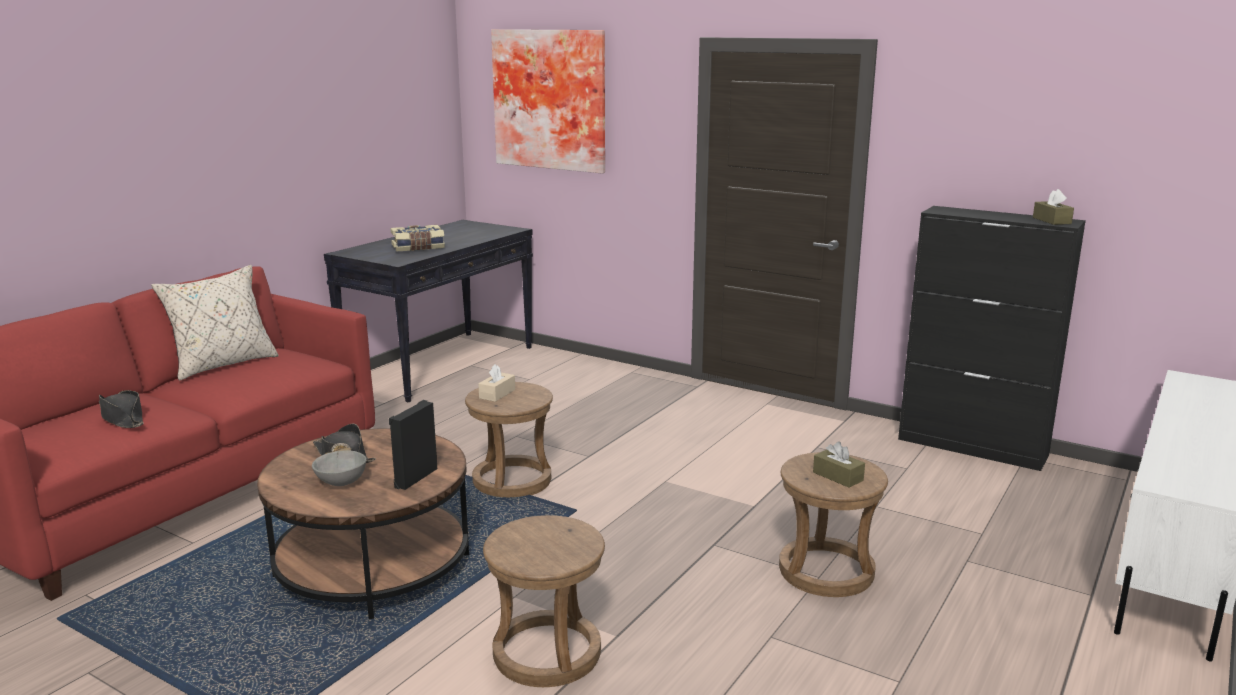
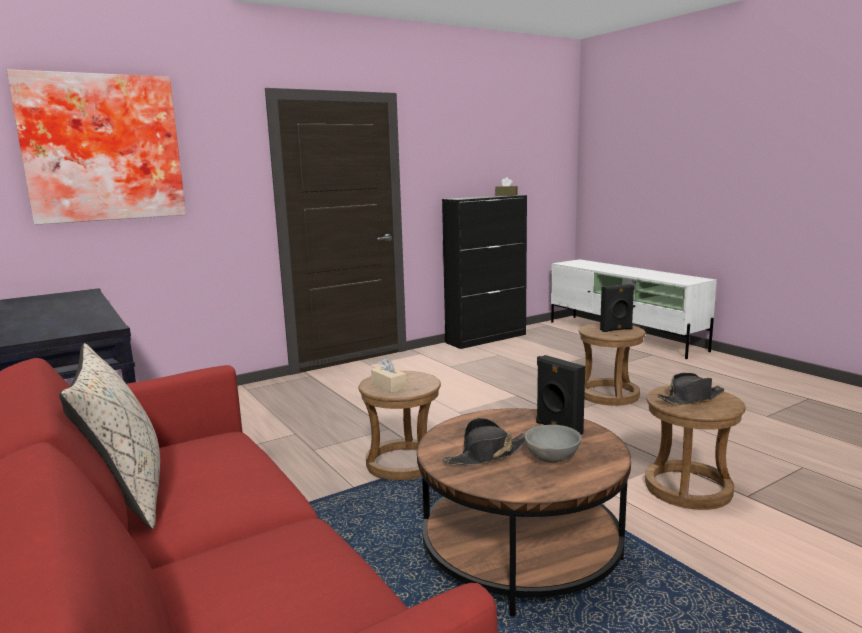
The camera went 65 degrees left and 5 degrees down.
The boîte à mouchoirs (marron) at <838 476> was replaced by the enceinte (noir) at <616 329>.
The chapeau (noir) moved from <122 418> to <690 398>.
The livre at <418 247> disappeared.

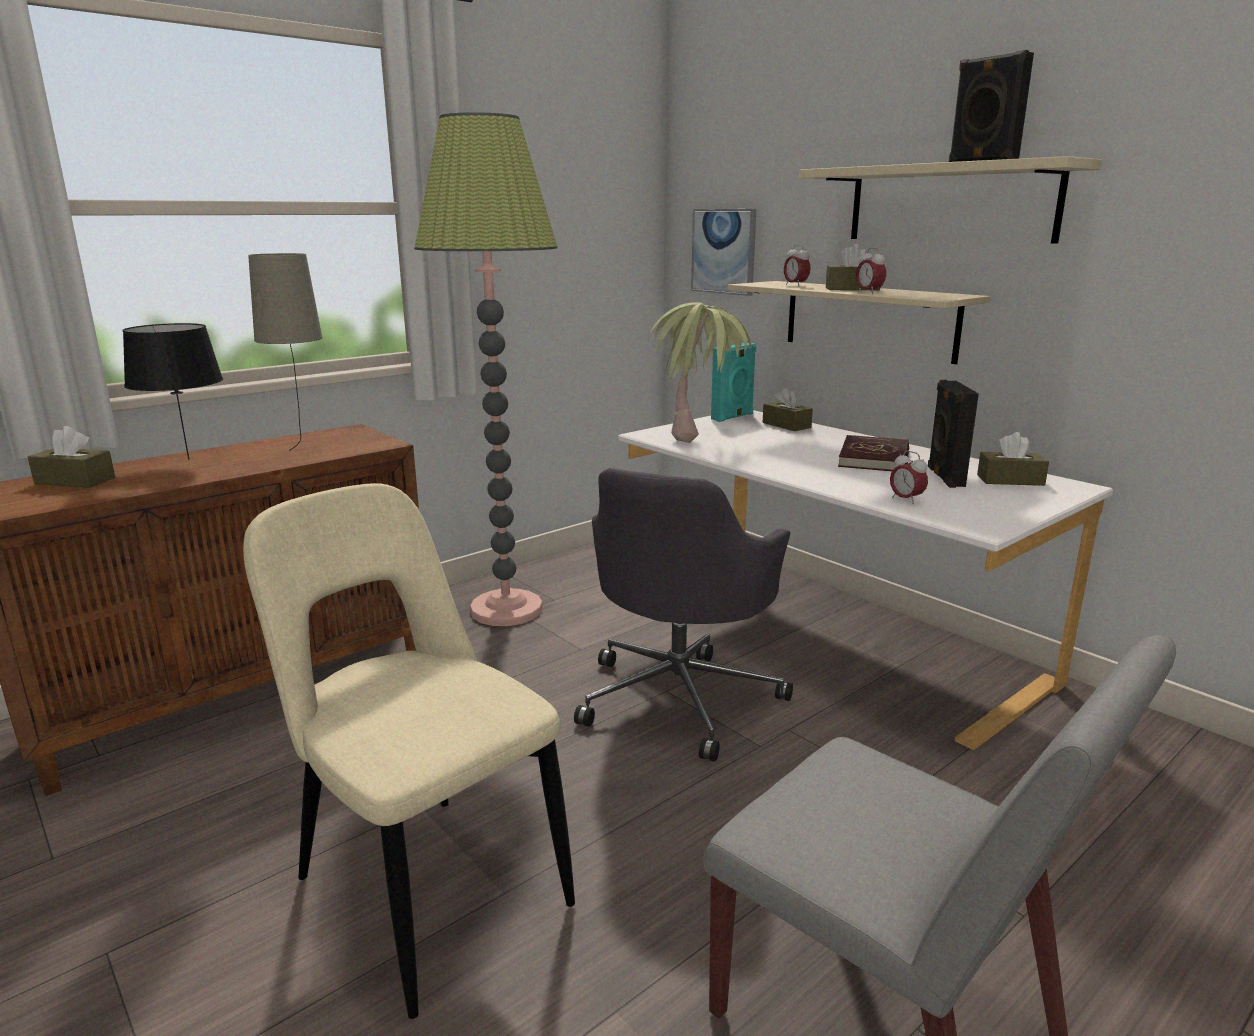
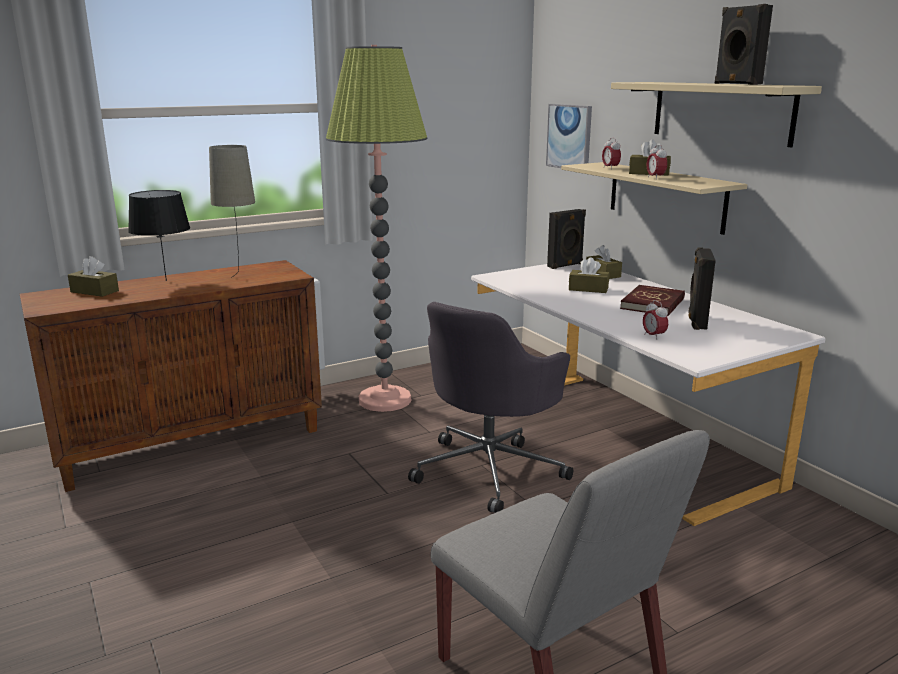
The camera went 10 degrees right and 0 degrees up.
The enceinte (turquoise) at <733 417> became the enceinte (noir) at <566 265>.
The boîte à mouchoirs (marron) moved from <1010 480> to <588 289>.
The chaise (beige) at <425 885> disappeared.
The plante en pot at <698 435> disappeared.

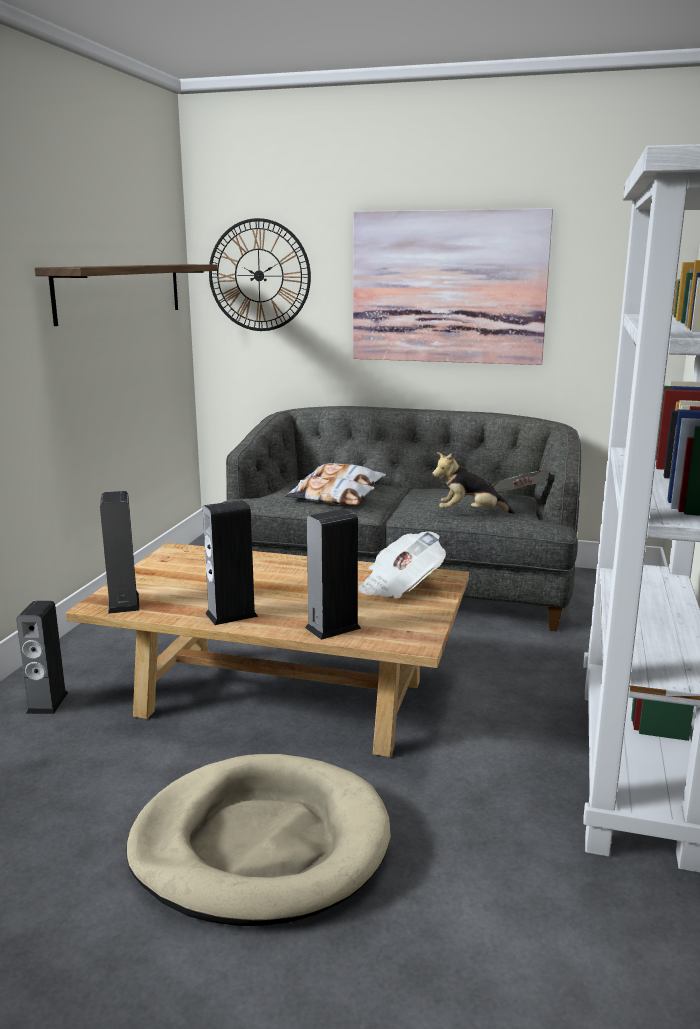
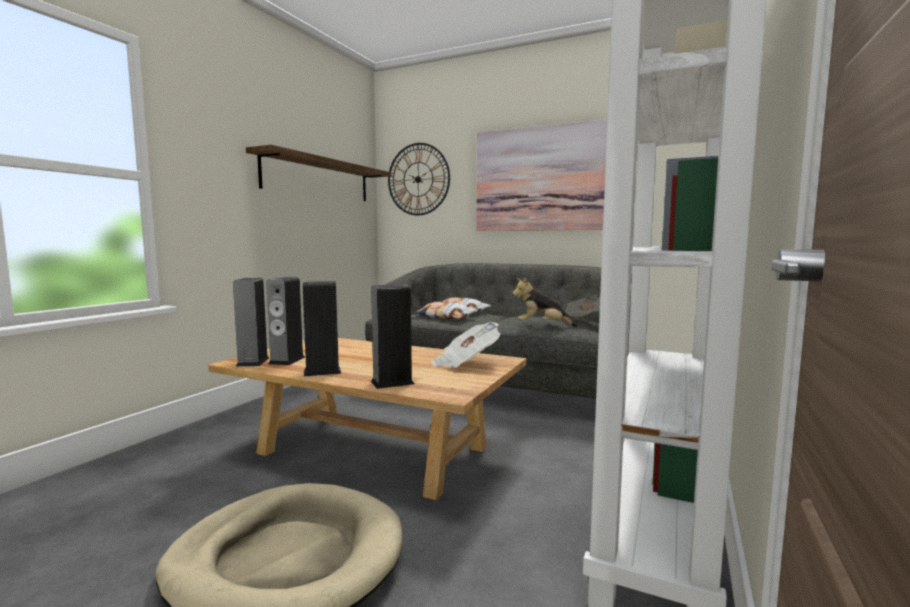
The camera went 10 degrees right and 10 degrees down.
The enceinte moved from <47 703> to <287 360>.

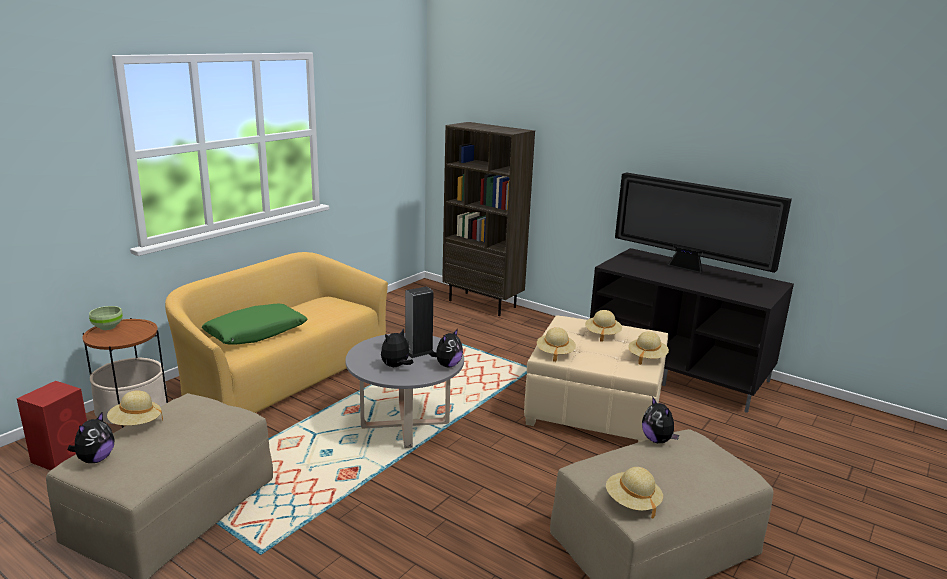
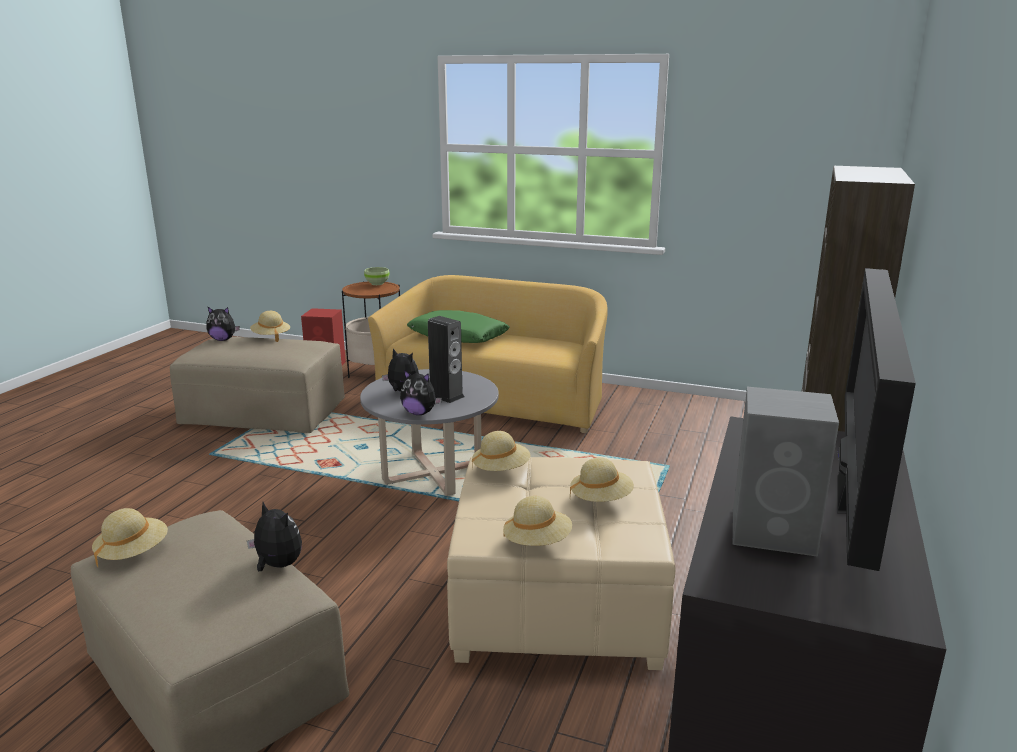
The camera went 75 degrees right and 0 degrees up.
The peluche at <657 440> turned 75 degrees clockwise.
The enceinte (gris) at <775 532> appeared.

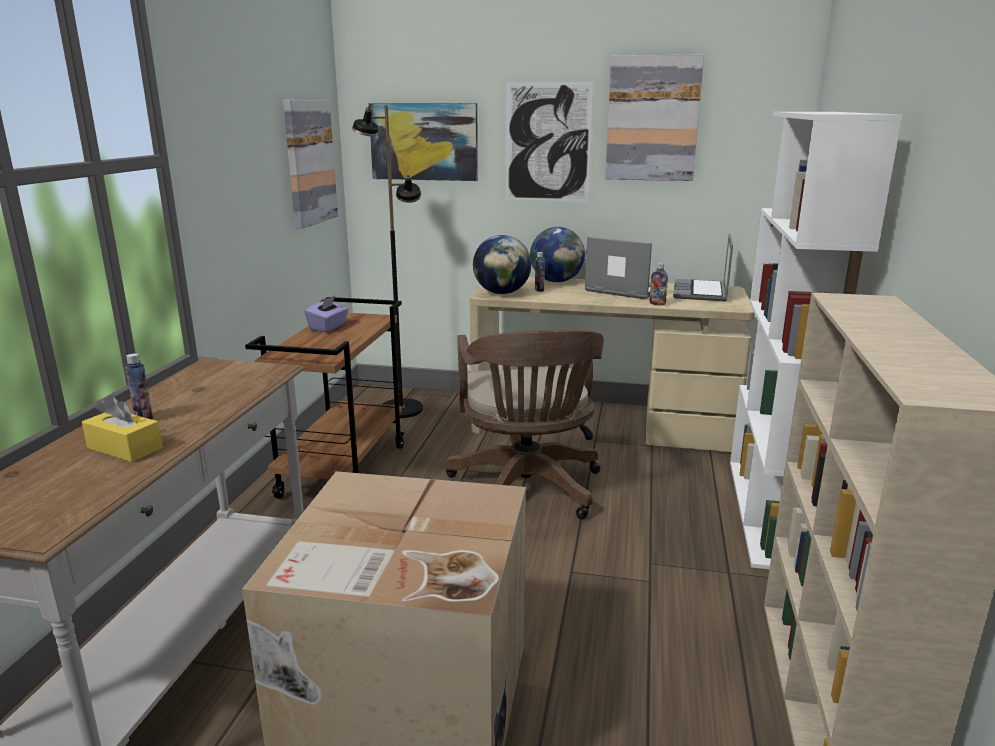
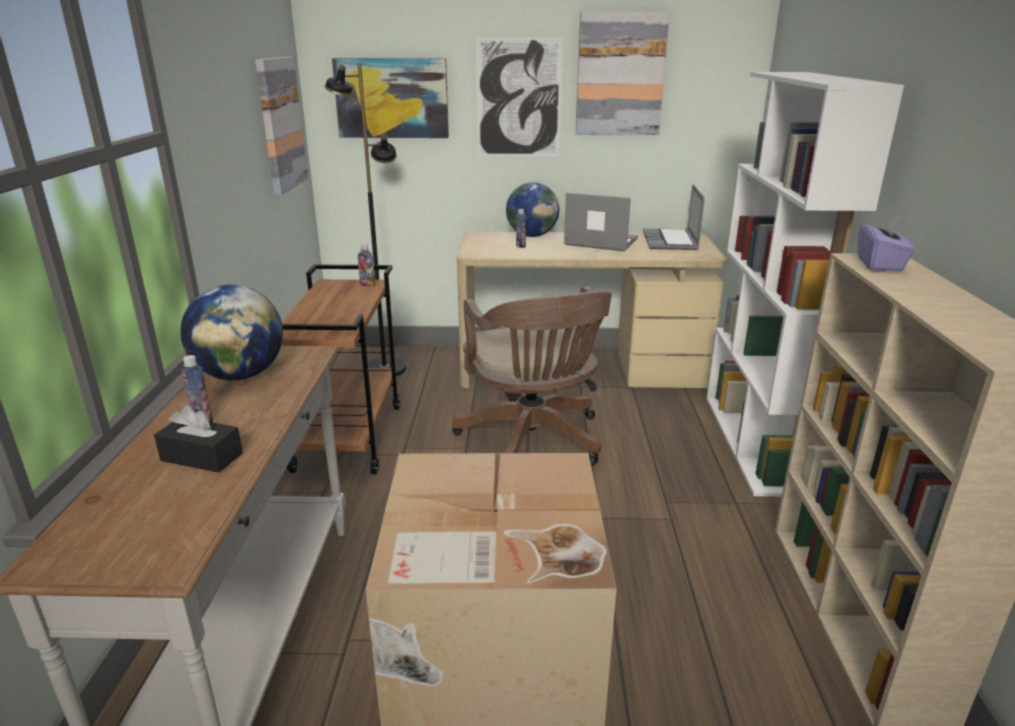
The camera went 10 degrees left and 5 degrees up.
The boîte à mouchoirs (jaune) at <125 448> became the boîte à mouchoirs (noir) at <202 457>.
The globe moved from <502 293> to <240 375>.
The bouteille moved from <657 304> to <367 285>.
The boîte à mouchoirs (violet) moved from <328 327> to <880 264>.

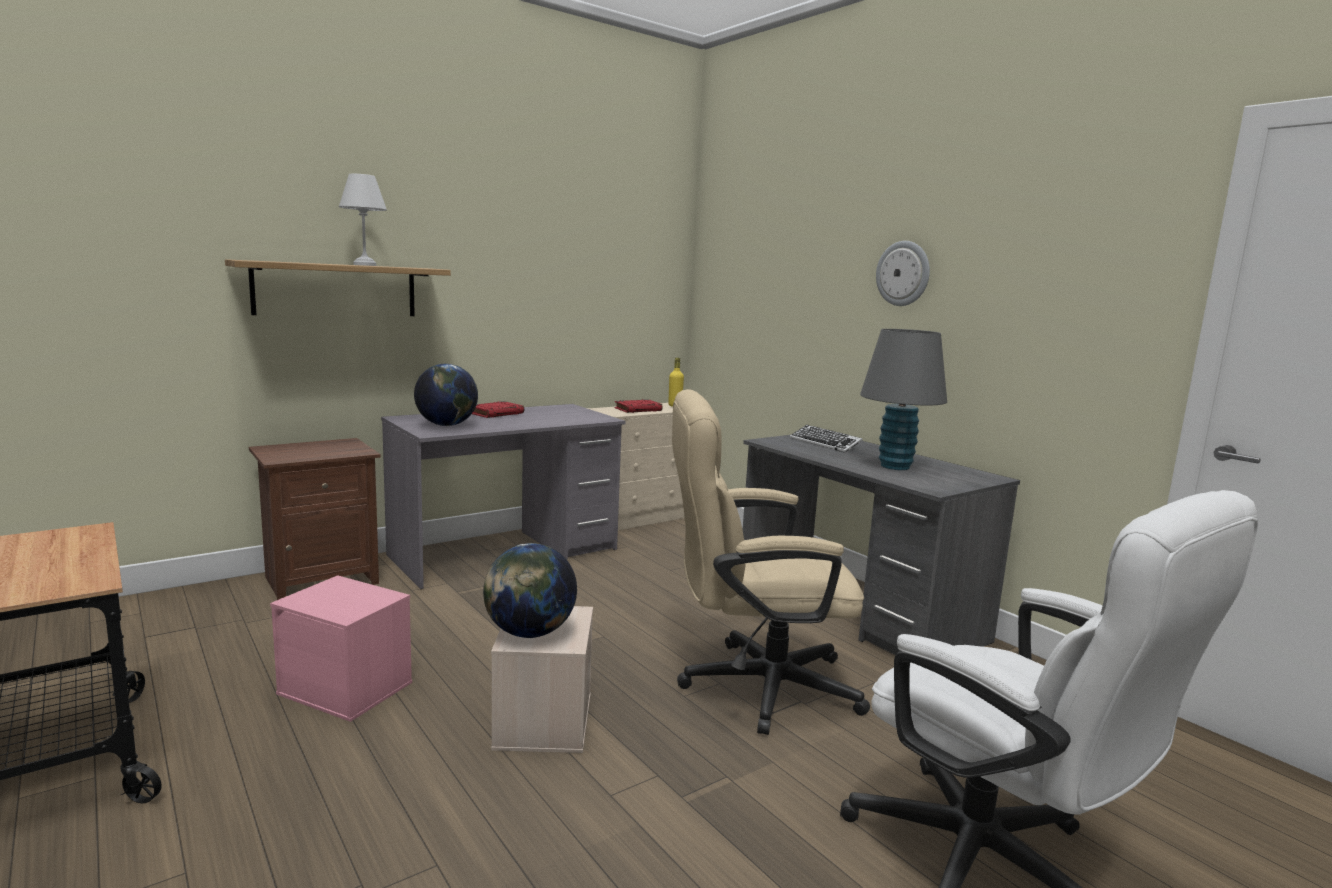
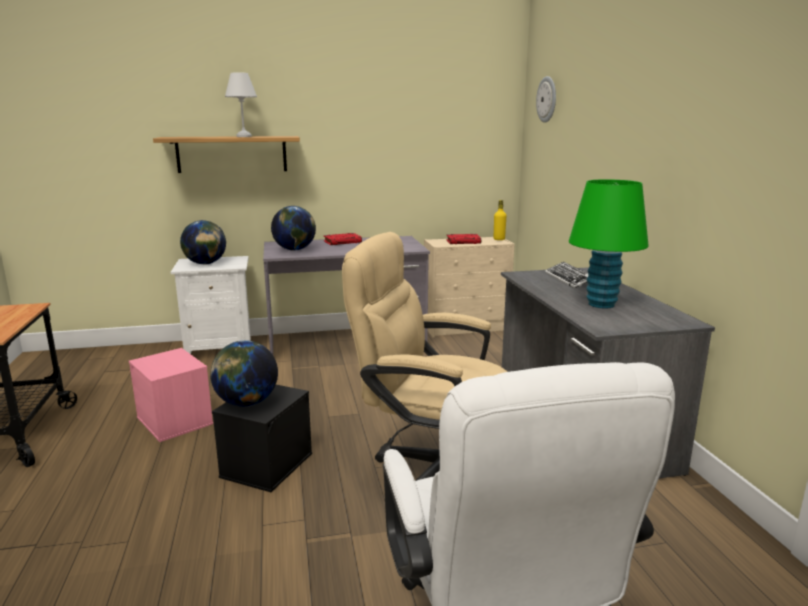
The camera went 25 degrees right and 5 degrees up.
The table de chevet (marron) at <320 580> became the table de chevet (blanc) at <220 348>.
The globe at <205 264> appeared.
The boîte de rangement (beige) at <542 719> became the boîte de rangement (noir) at <266 464>.
The horloge murale moved from <903 273> to <547 99>.
The lampe de table (gris) at <895 466> became the lampe de table (vert) at <601 304>.

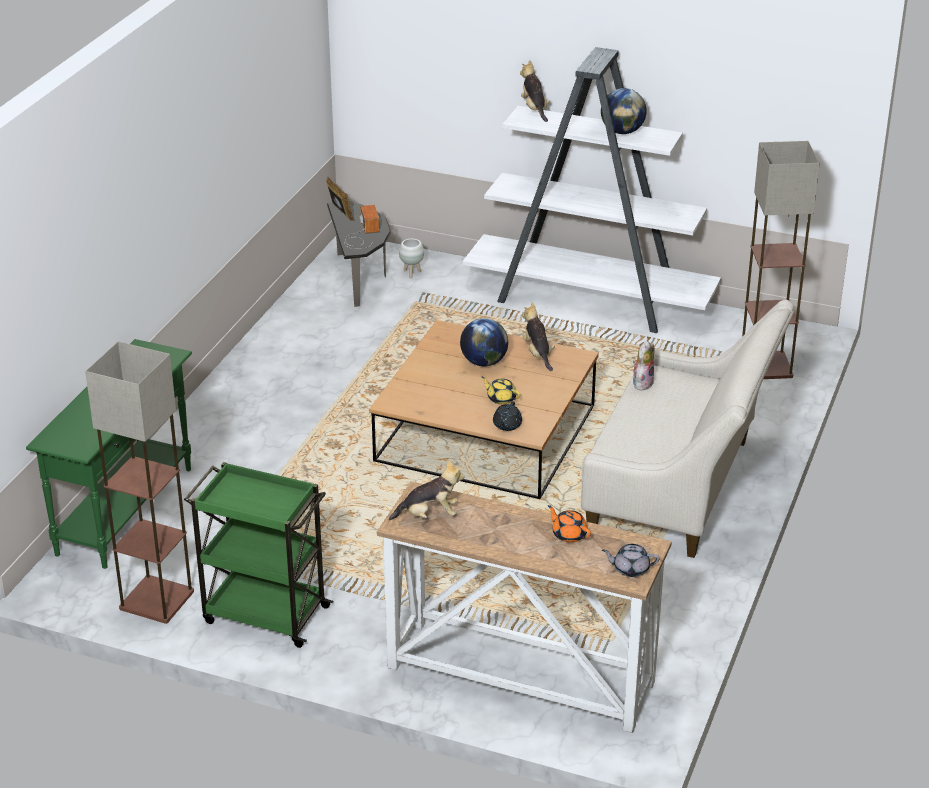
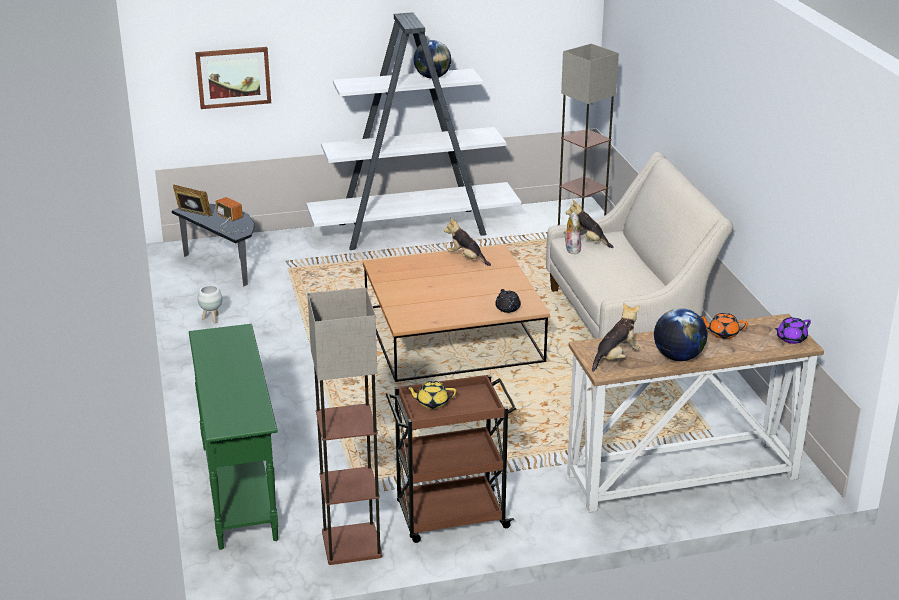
The camera went 35 degrees left and 5 degrees down.
The tableau at <233 77> appeared.
The cache-pot (blanc) moved from <411 273> to <211 319>.
The chariot (vert) at <264 614> became the chariot (marron) at <450 517>.
The théière (jaune) moved from <501 398> to <432 403>.
The peluche moved from <534 109> to <588 241>.
The globe moved from <483 362> to <678 357>.
The théière (gris) at <630 569> became the théière (violet) at <791 338>.

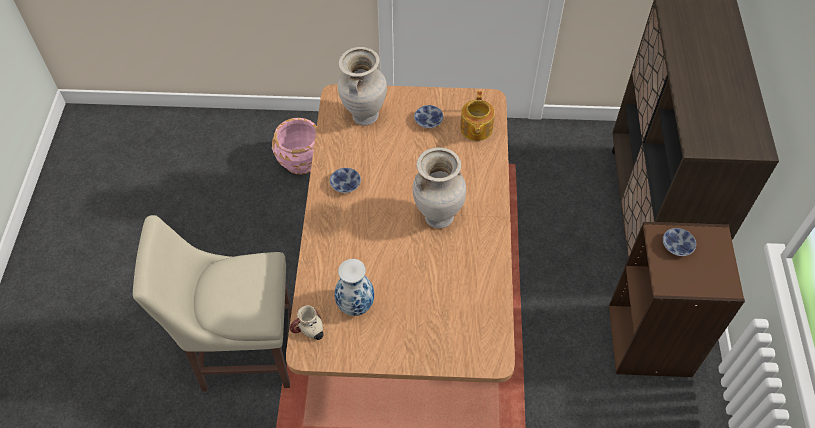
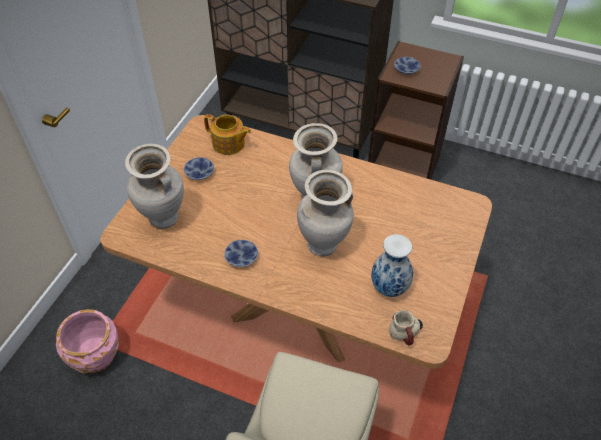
The camera went 70 degrees left and 5 degrees down.
The vase (beige) at <323 246> appeared.

